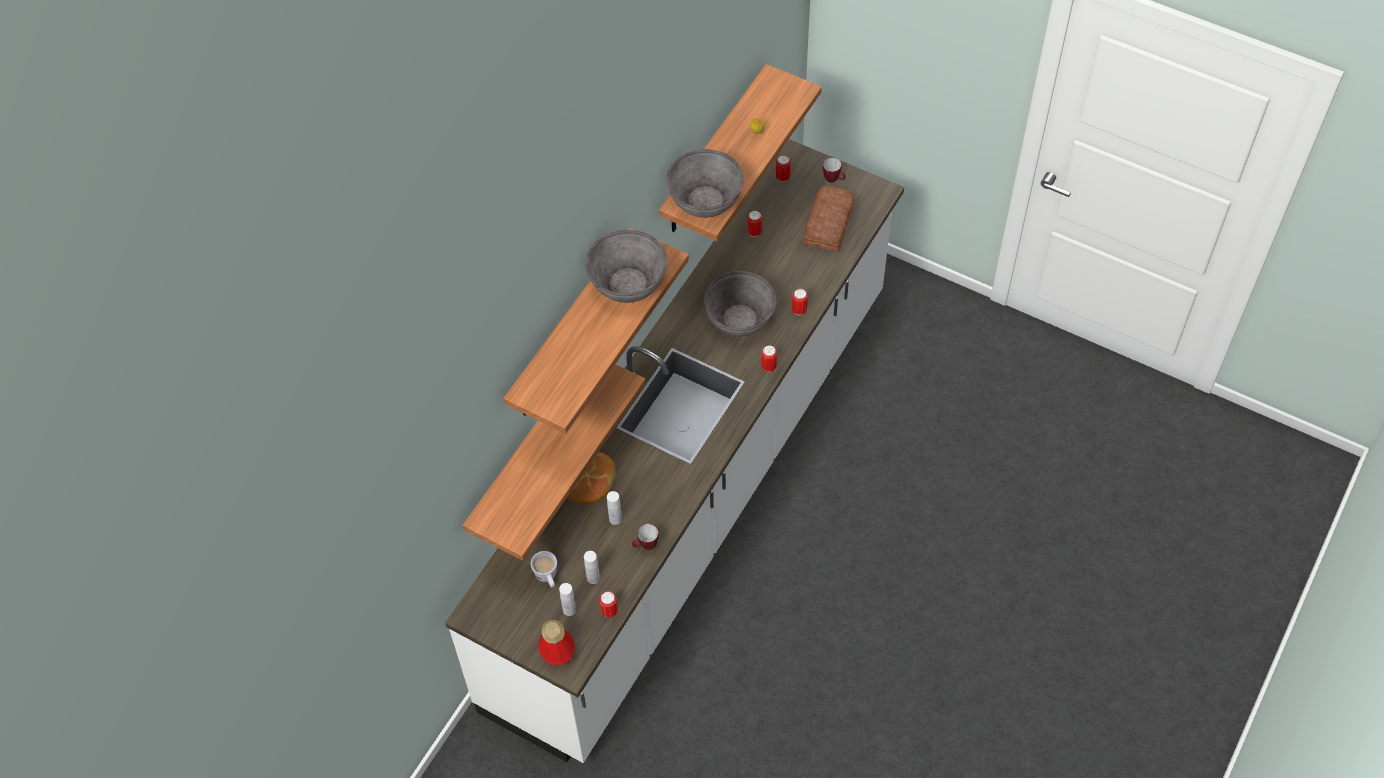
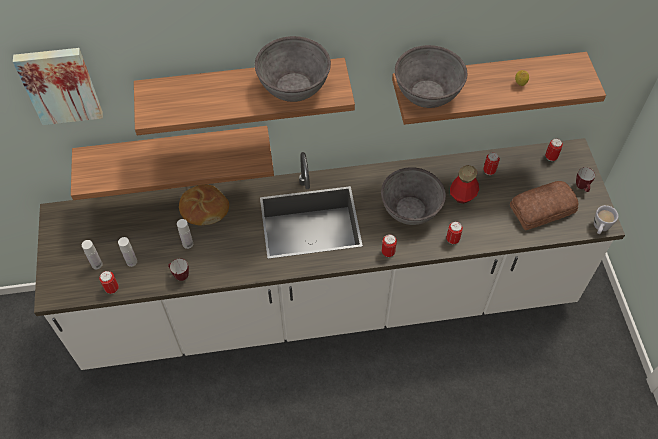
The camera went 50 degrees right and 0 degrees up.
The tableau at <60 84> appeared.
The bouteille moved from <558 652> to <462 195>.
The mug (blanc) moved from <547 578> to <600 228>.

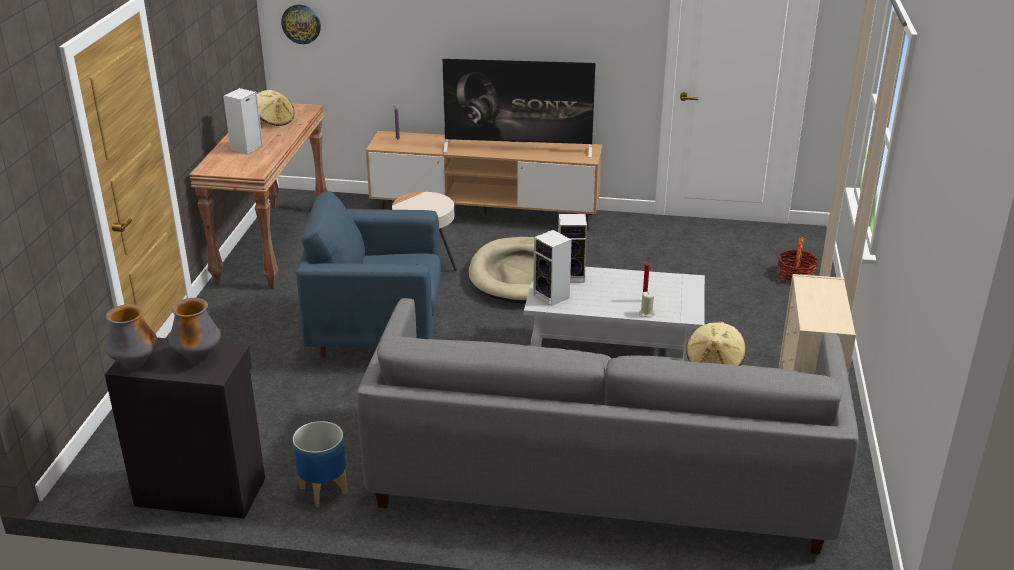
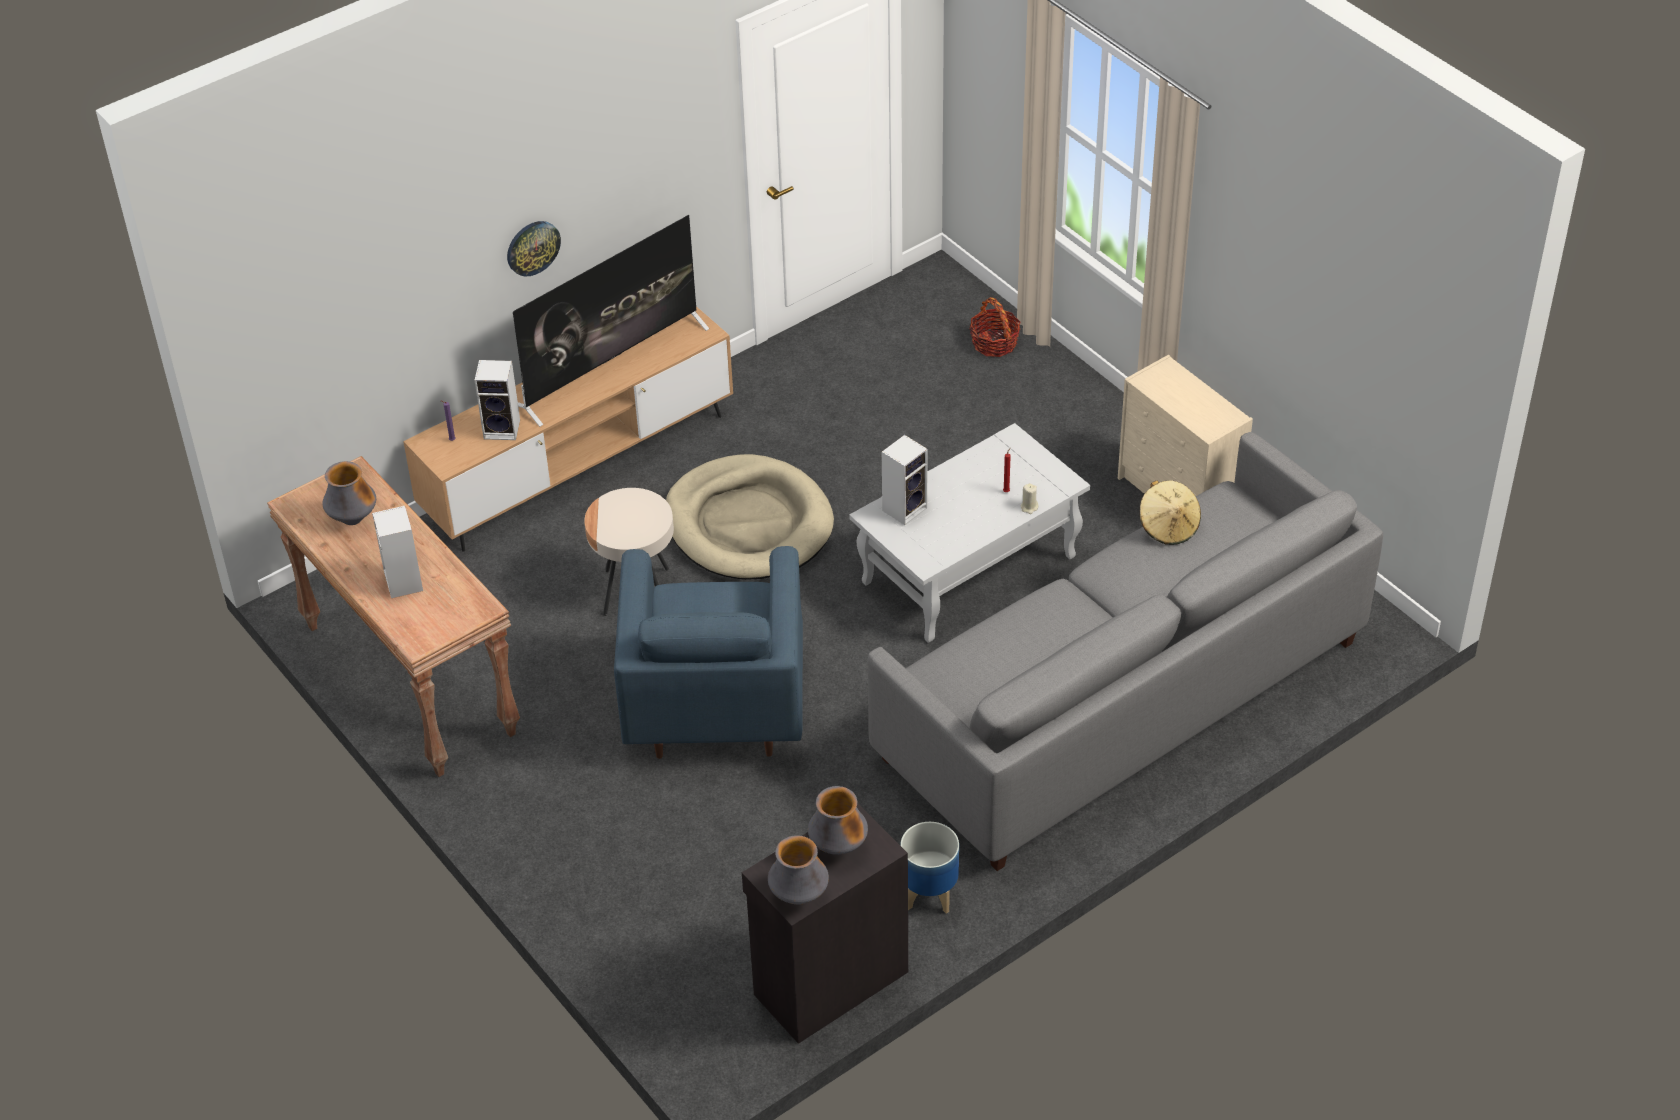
The camera went 45 degrees left and 15 degrees up.
The chapeau (beige) at <274 120> was replaced by the vase at <353 519>.
The enceinte moved from <552 296> to <503 429>.
The horloge murale moved from <301 24> to <532 247>.
The fauteuil (bleu) at <378 334> turned 45 degrees counterclockwise.

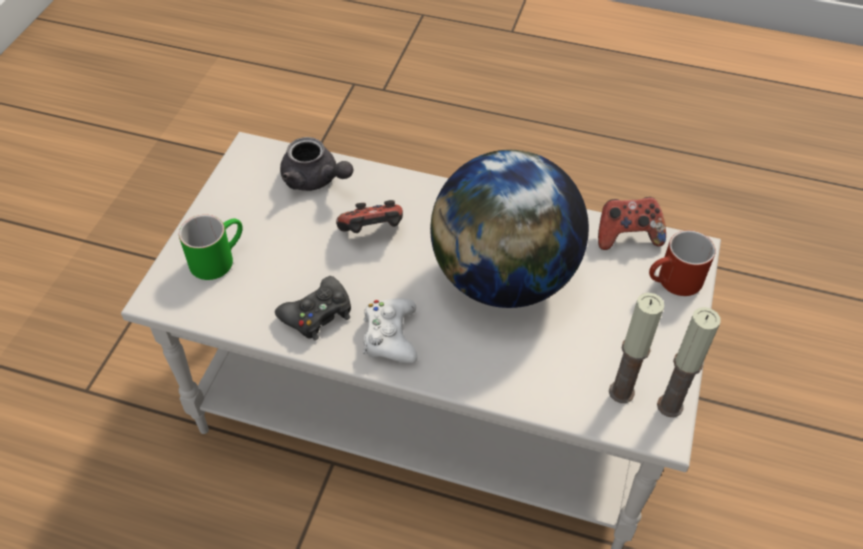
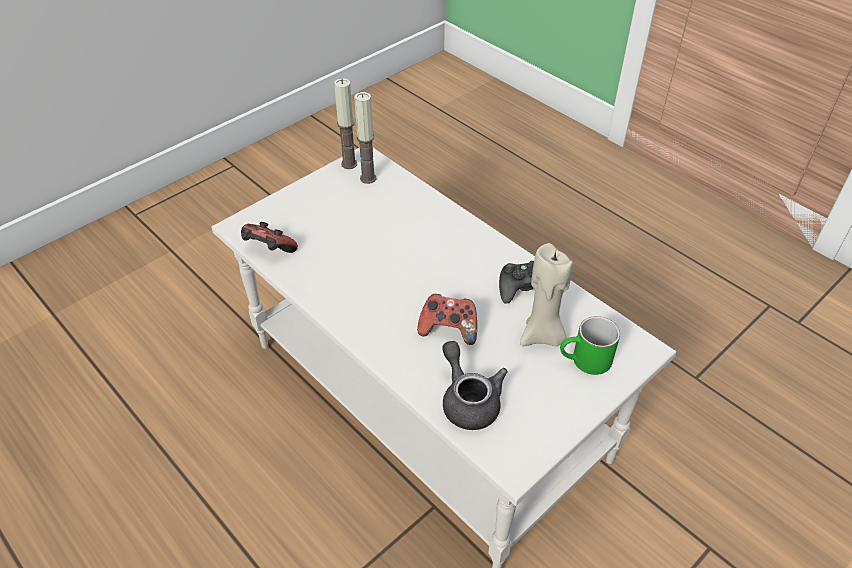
The camera went 150 degrees left and 5 degrees down.
The bougie (beige) at <542 336> appeared.
The manette (blanc) at <390 336> disappeared.
The globe at <503 278> disappeared.
The mug (rouge) at <673 283> disappeared.

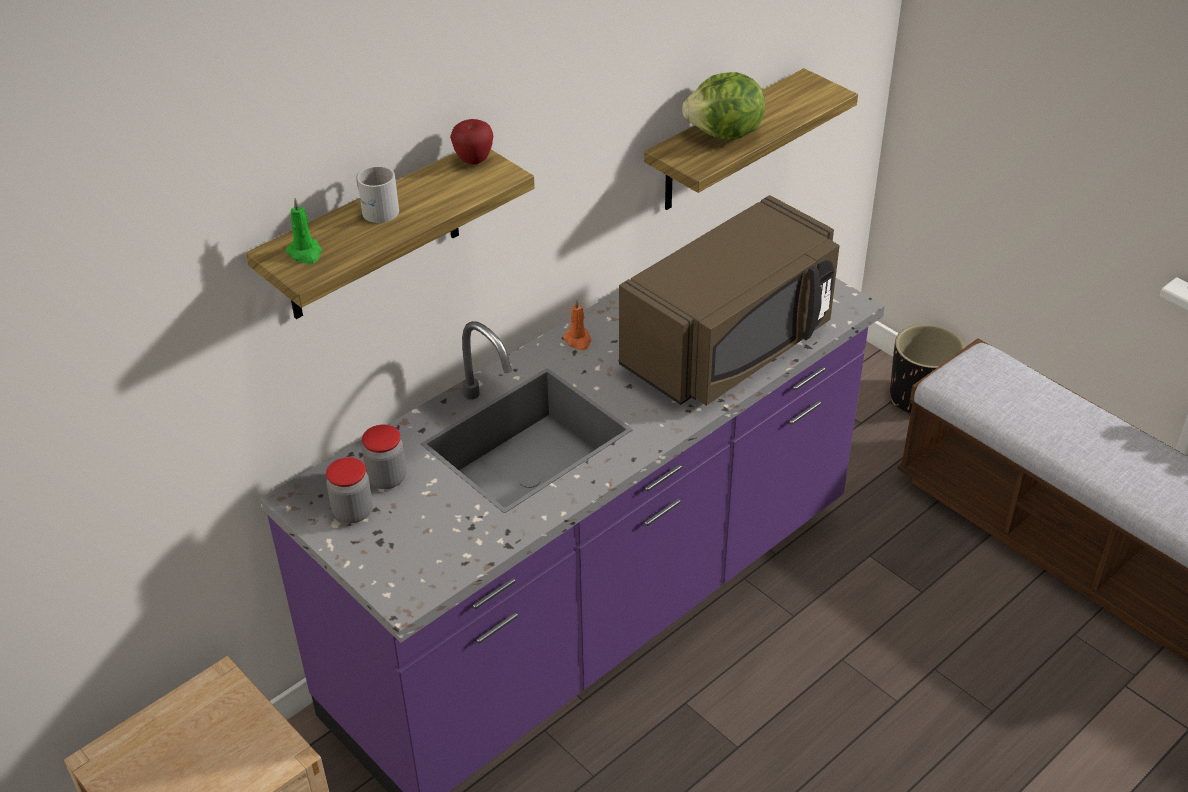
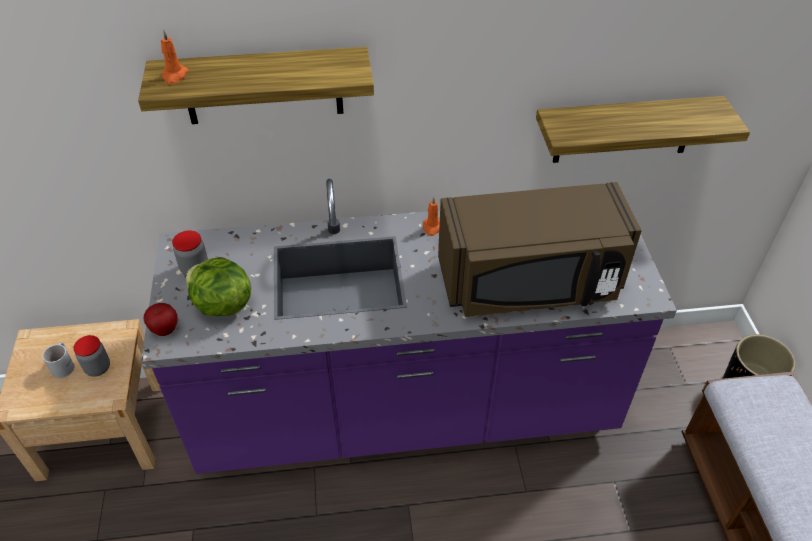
The camera went 35 degrees right and 5 degrees up.
The mug (blanc) moved from <377 208> to <64 365>.
The bocal moved from <387 478> to <98 368>.
The pomme moved from <473 160> to <165 330>.
The bougie (vert) at <305 253> became the bougie (orange) at <174 76>.
The laitue moved from <725 135> to <221 305>.

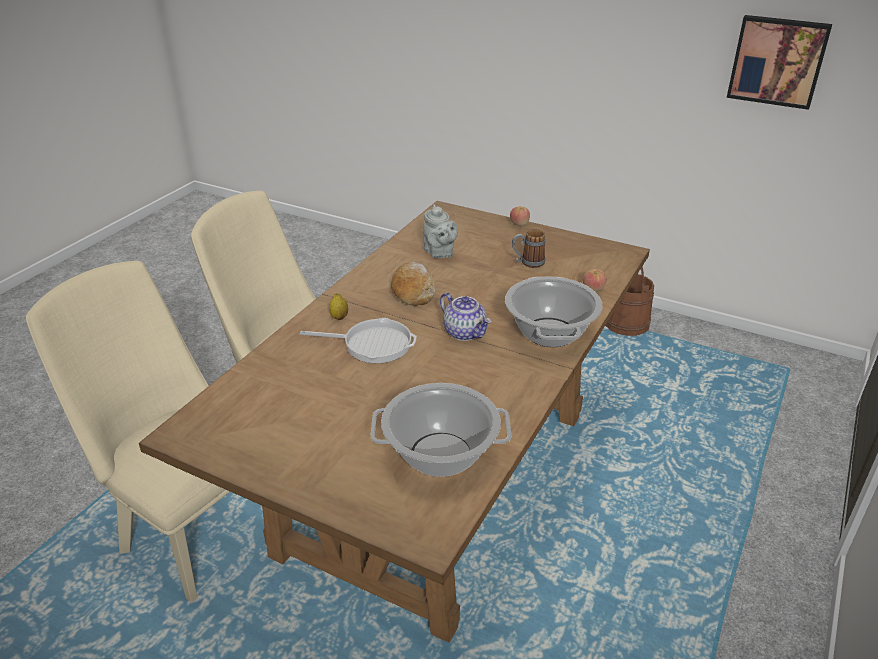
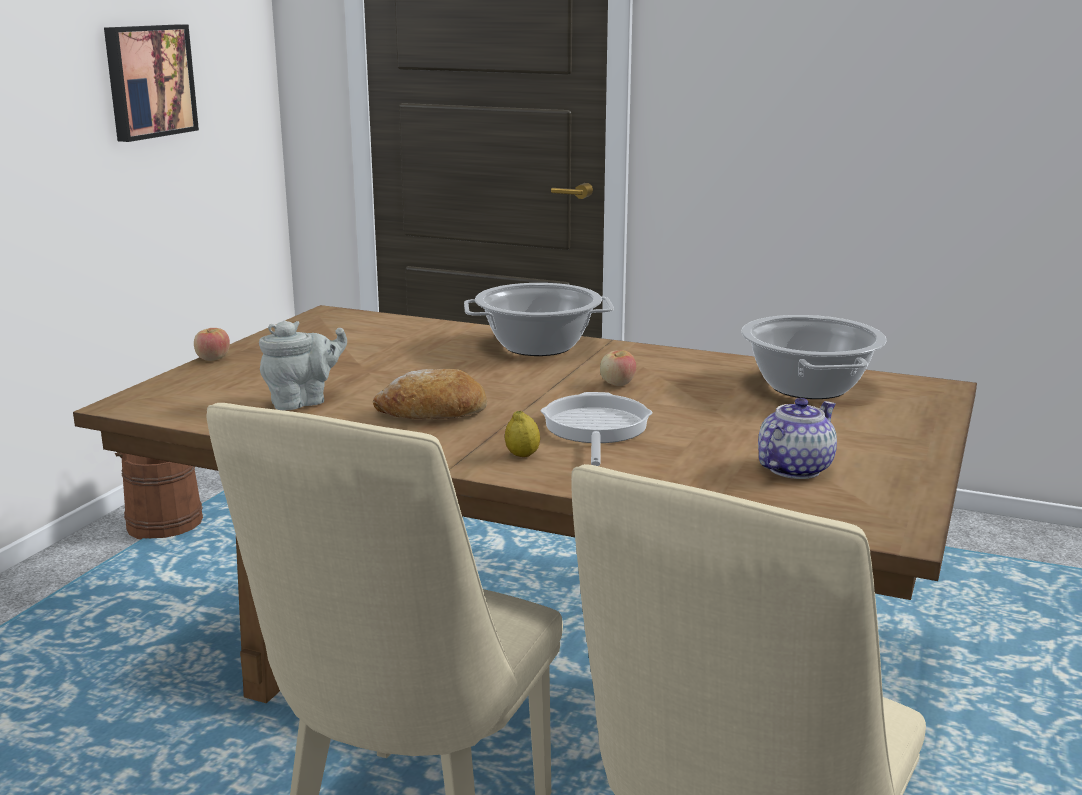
The camera went 95 degrees left and 15 degrees down.
The pomme moved from <593 289> to <617 384>.
The théière moved from <465 332> to <794 468>.
The mug at <527 263> disappeared.

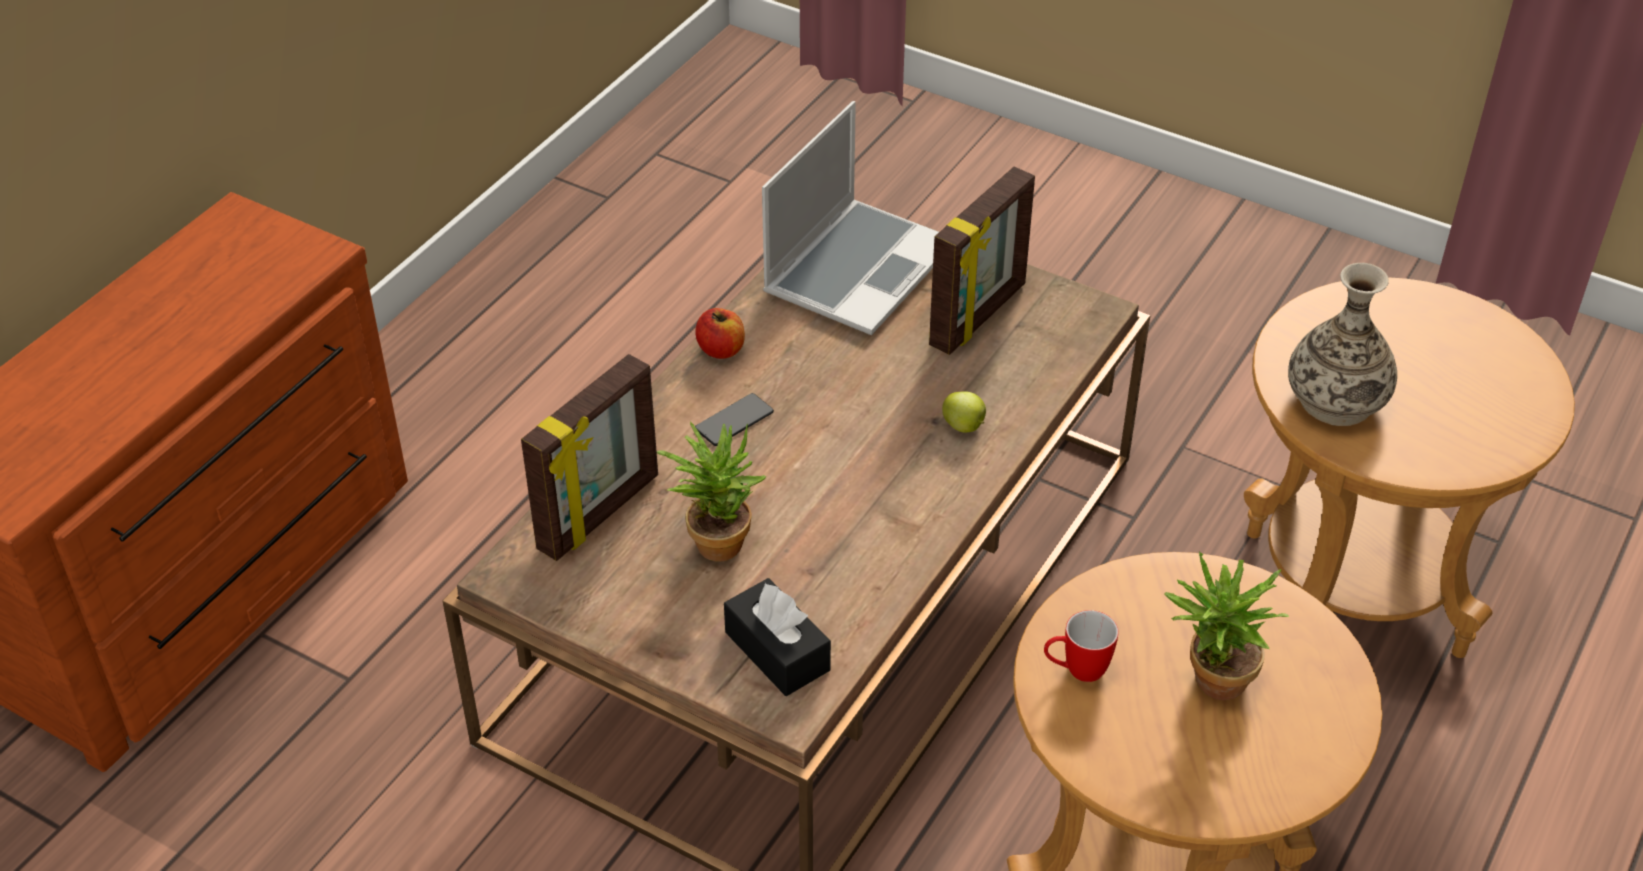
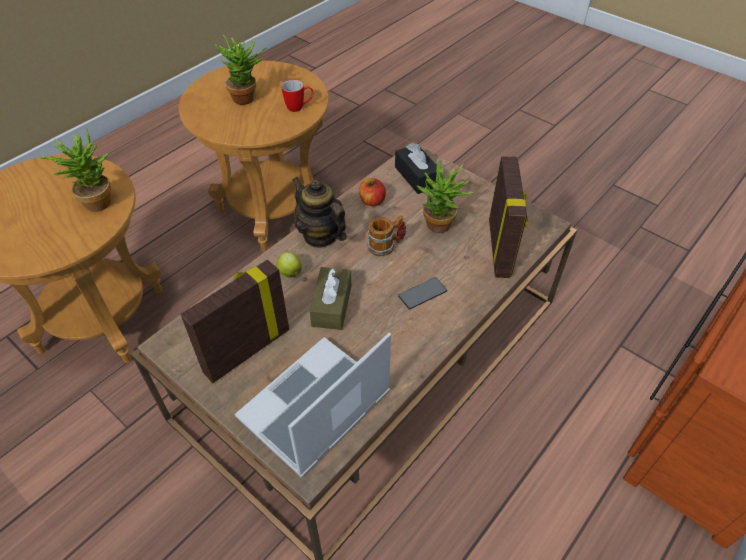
The camera went 170 degrees left and 5 degrees up.
The vase at <1335 400> was replaced by the plante en pot at <95 201>.
The théière at <320 235> appeared.
The boîte à mouchoirs (marron) at <332 305> appeared.
The pomme moved from <721 349> to <372 201>.
The mug at <386 246> appeared.
The cadre photo at <600 514> turned 135 degrees clockwise.

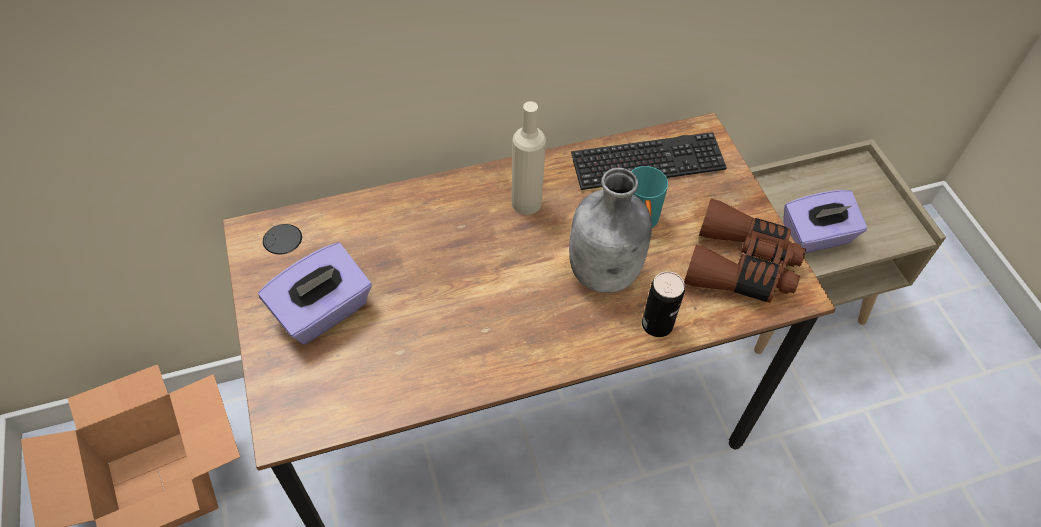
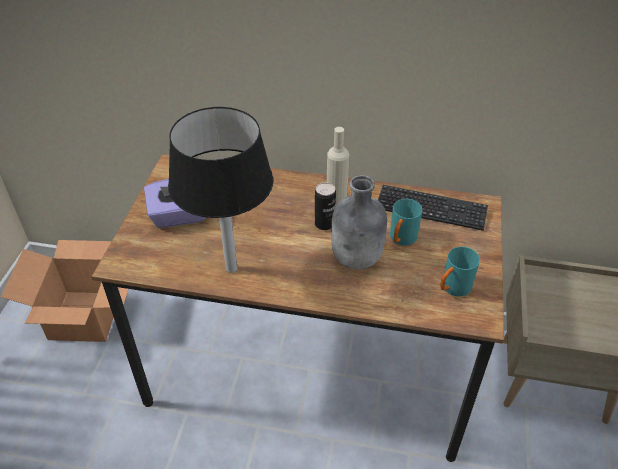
The camera went 30 degrees right and 10 degrees down.
The lampe de table (noir) at <231 268> appeared.
The boîte métallique moved from <657 324> to <324 224>.
The jumelles (marron) at <741 266> was replaced by the mug (turquoise) at <452 289>.
The boîte à mouchoirs (violet) at <816 237> disappeared.

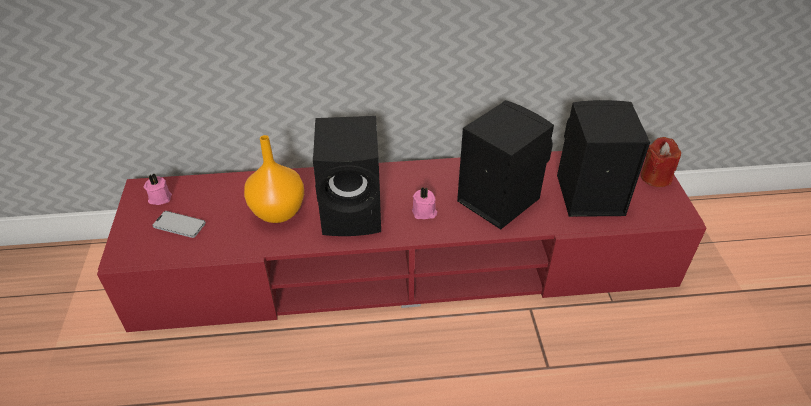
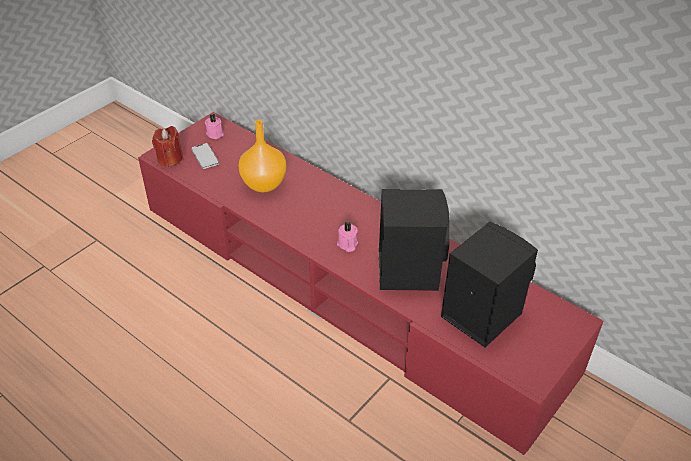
The camera went 45 degrees right and 0 degrees up.
The bougie (rouge) moved from <655 177> to <170 159>.
The enceinte (noir) at <354 212> disappeared.

